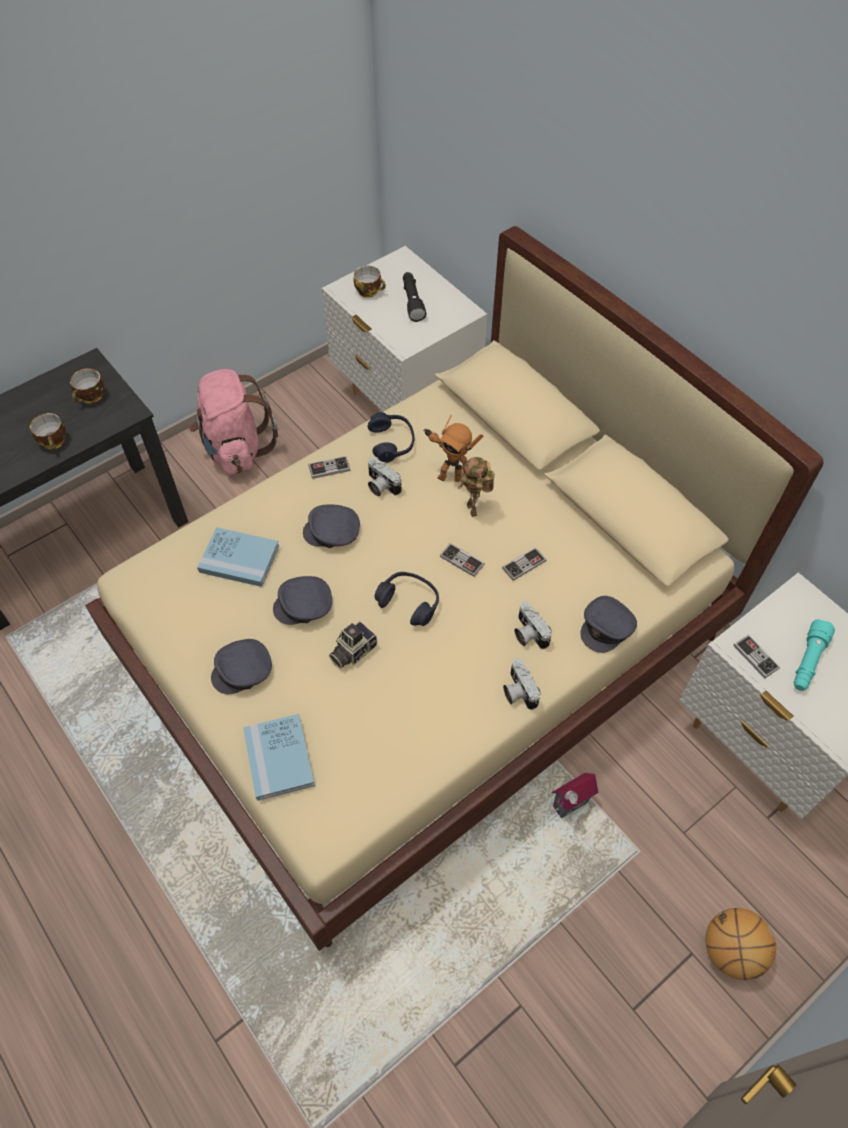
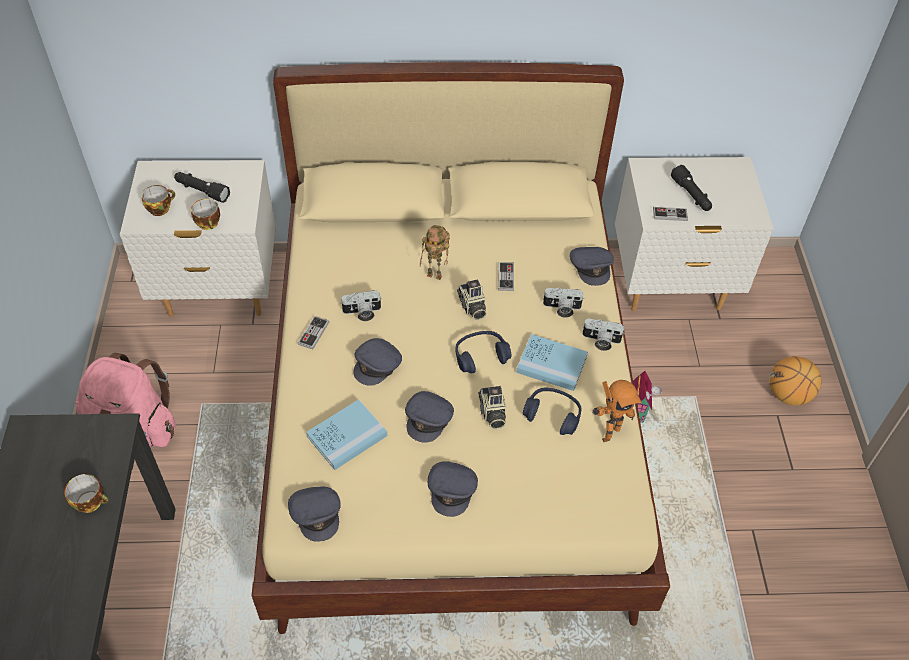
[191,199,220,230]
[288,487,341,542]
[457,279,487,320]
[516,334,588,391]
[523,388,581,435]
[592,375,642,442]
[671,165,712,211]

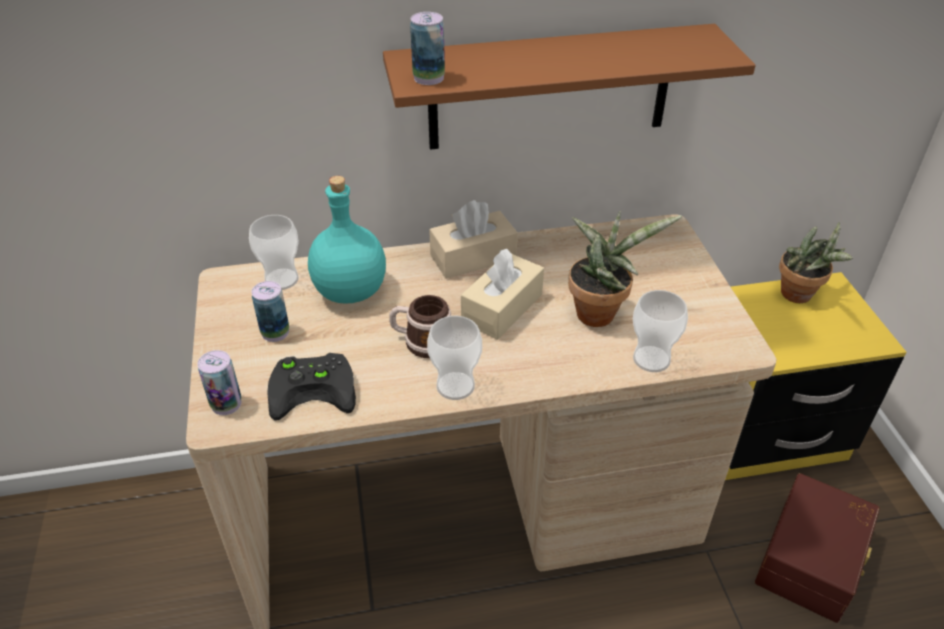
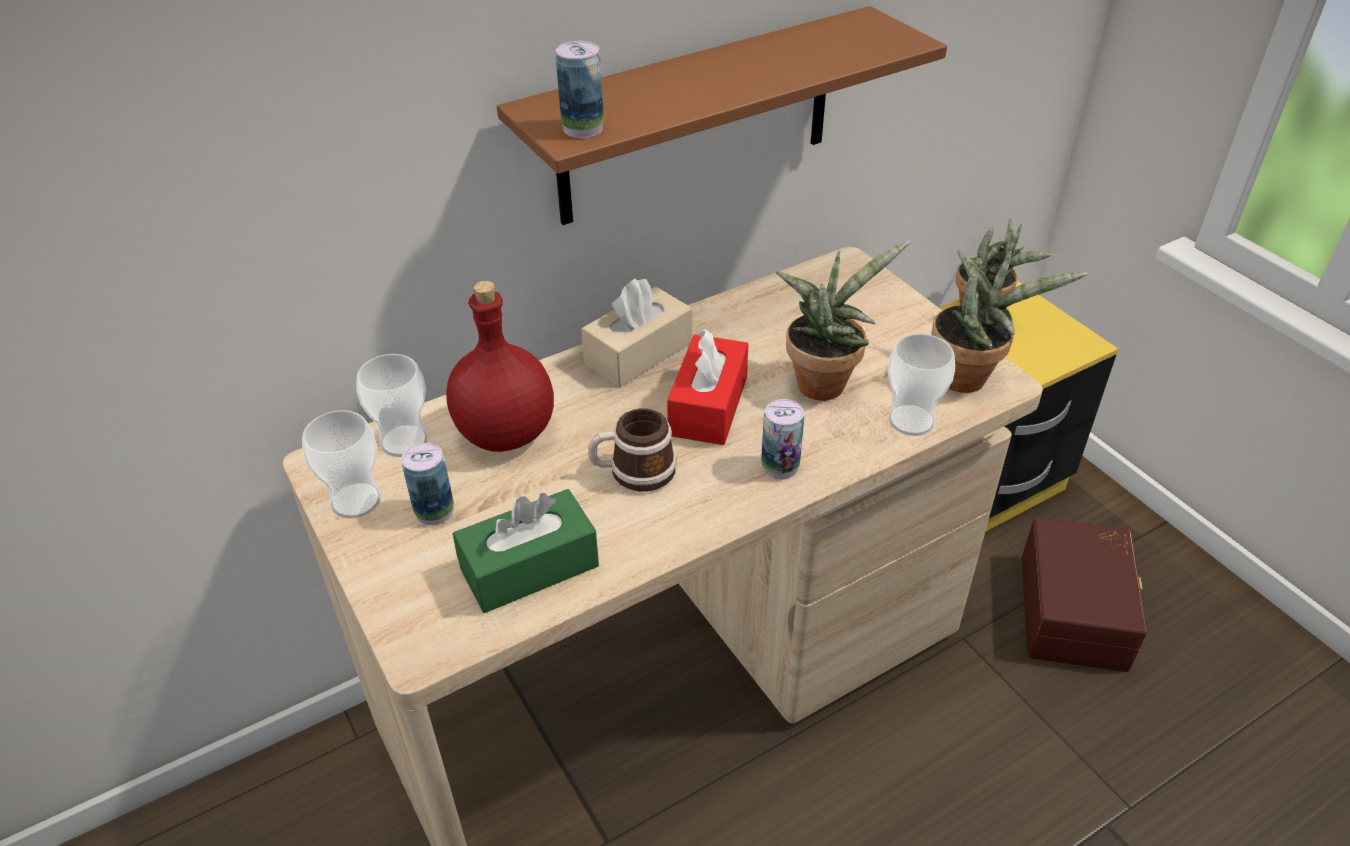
[302,410,381,519]
[446,281,554,452]
[453,489,599,613]
[667,329,748,445]
[761,399,804,480]
[931,250,1088,393]

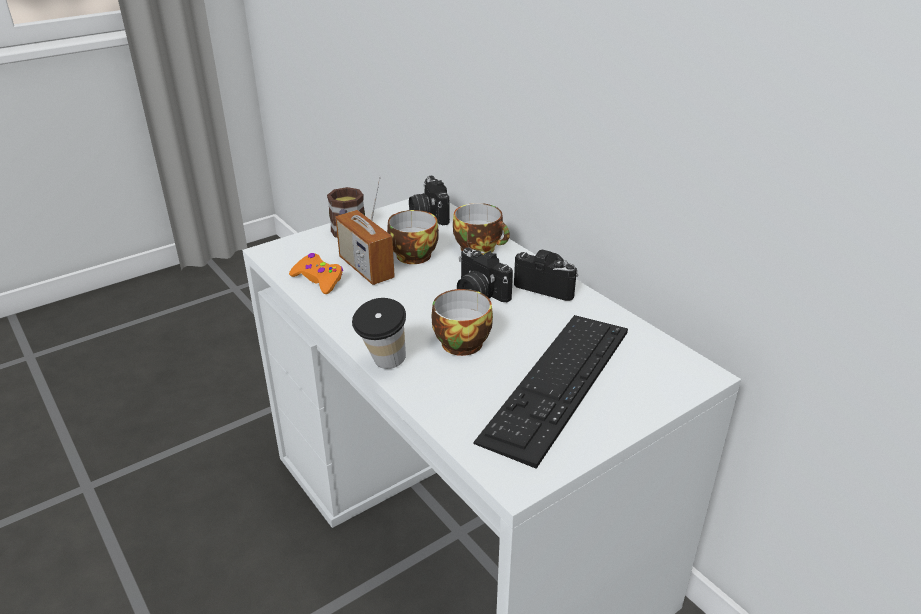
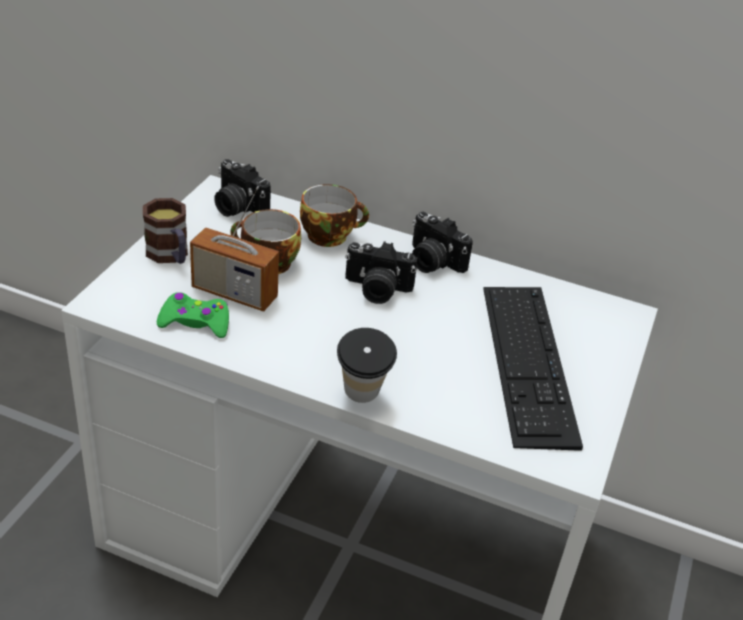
[157,292,229,338]
[412,212,473,273]
[431,289,493,356] (first image)

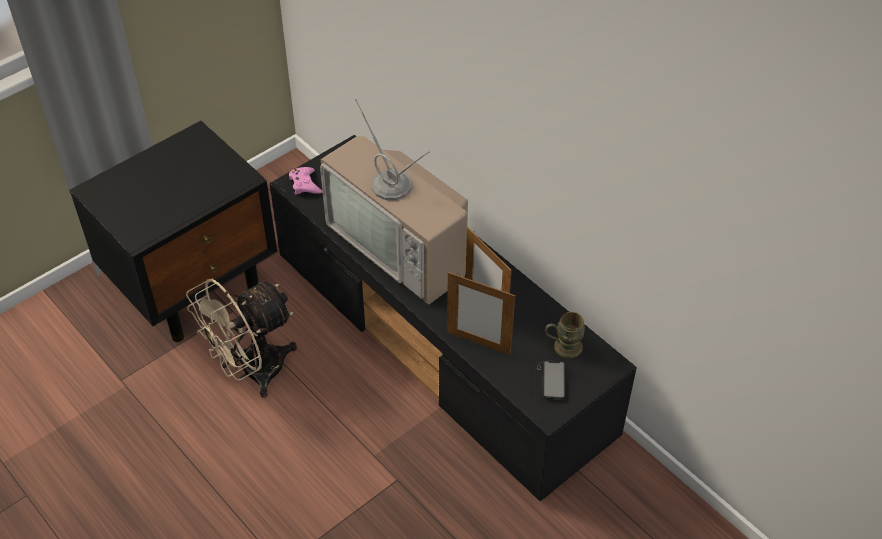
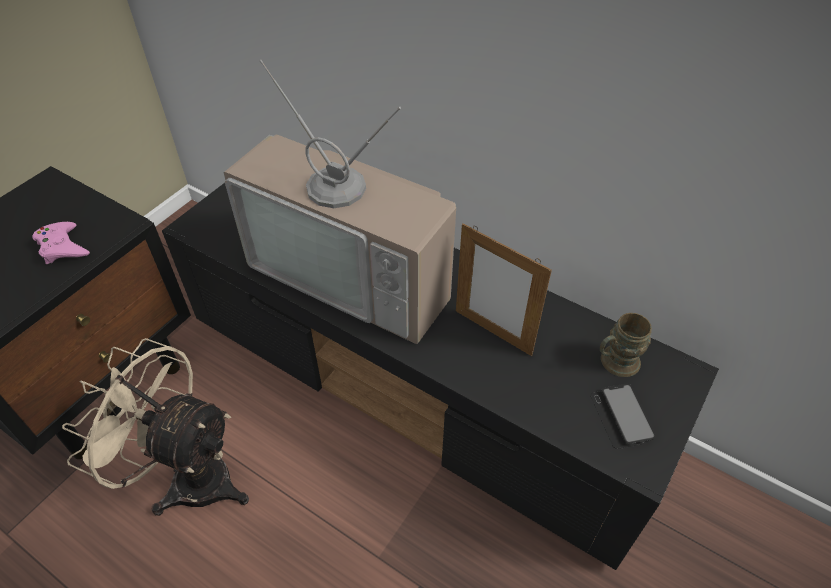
[32,222,90,264]
[62,338,249,516]
[447,272,515,355] (first image)

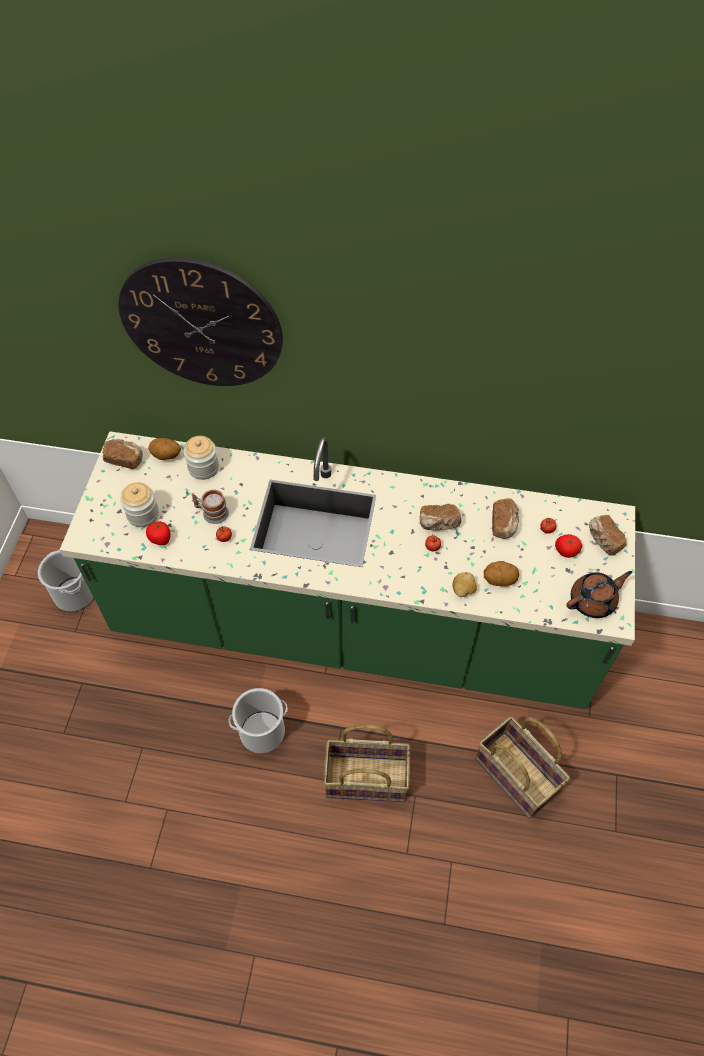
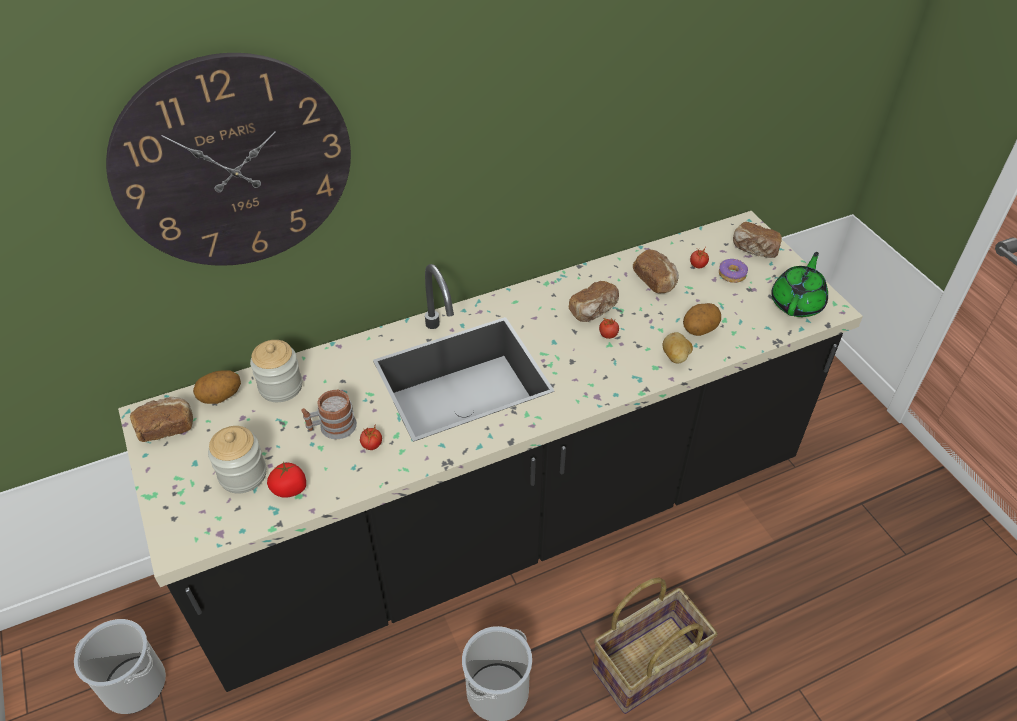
[118,211,863,692]
[719,259,748,283]
[771,252,828,317]
[475,716,570,819] (first image)

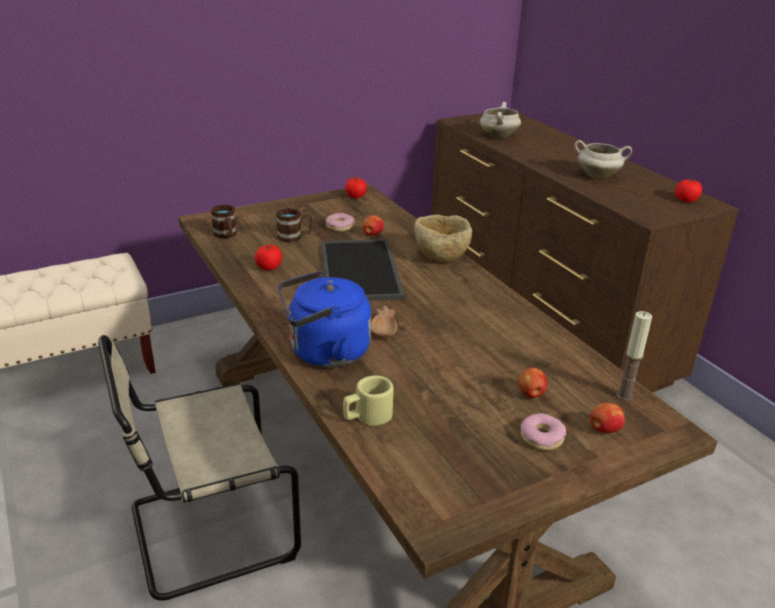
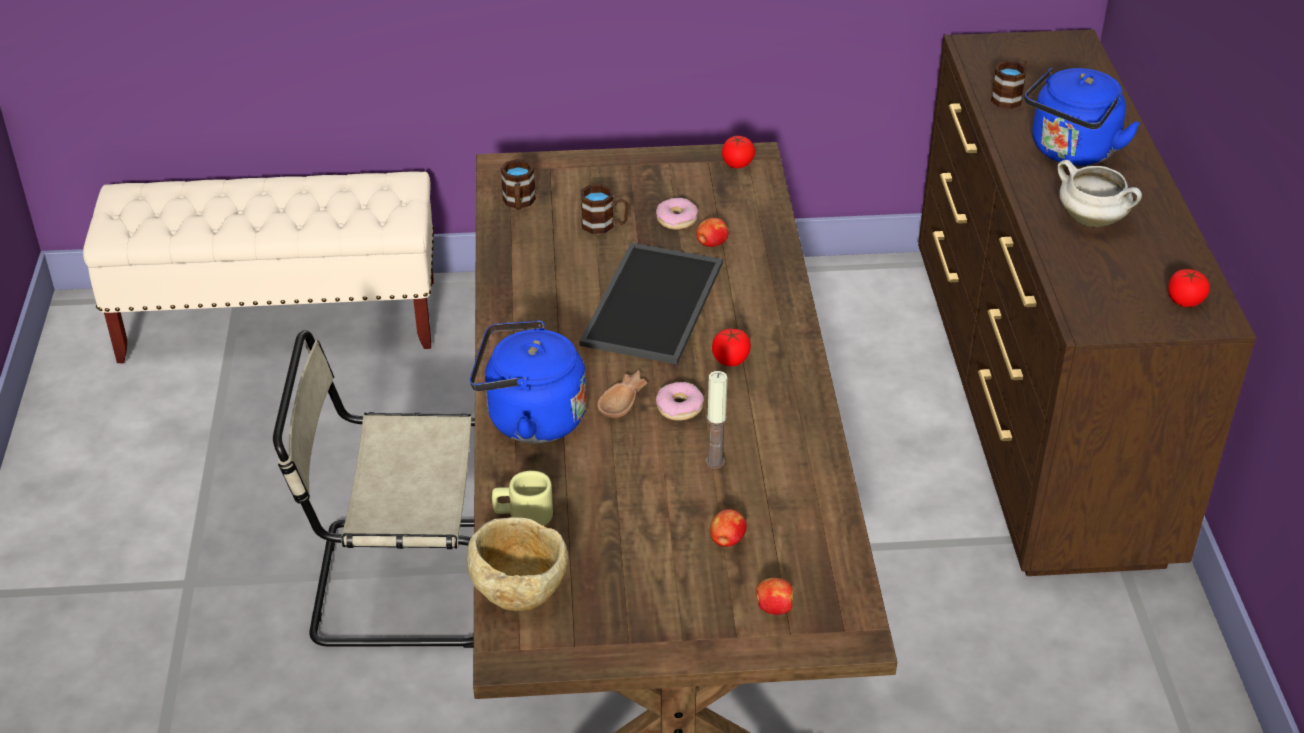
[467,517,568,611]
[656,382,704,421]
[706,371,727,469]
[712,329,751,366]
[991,60,1027,109]
[1025,68,1141,166]

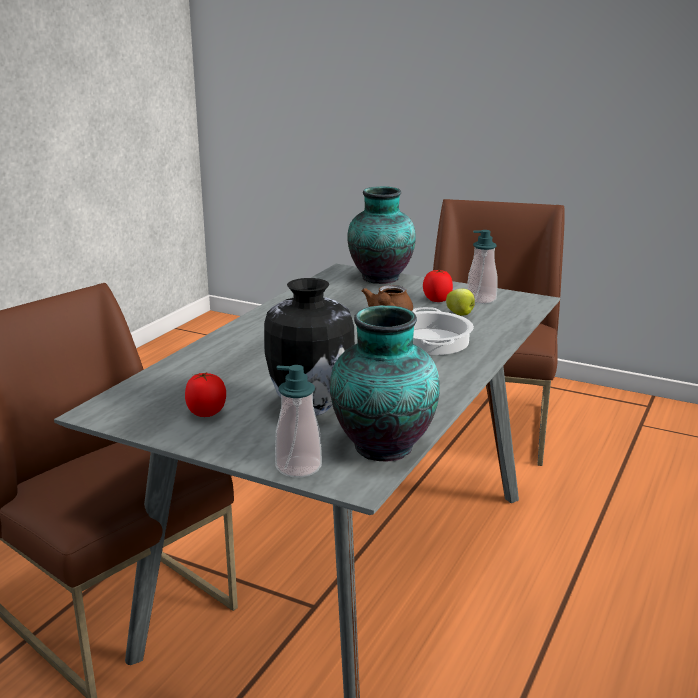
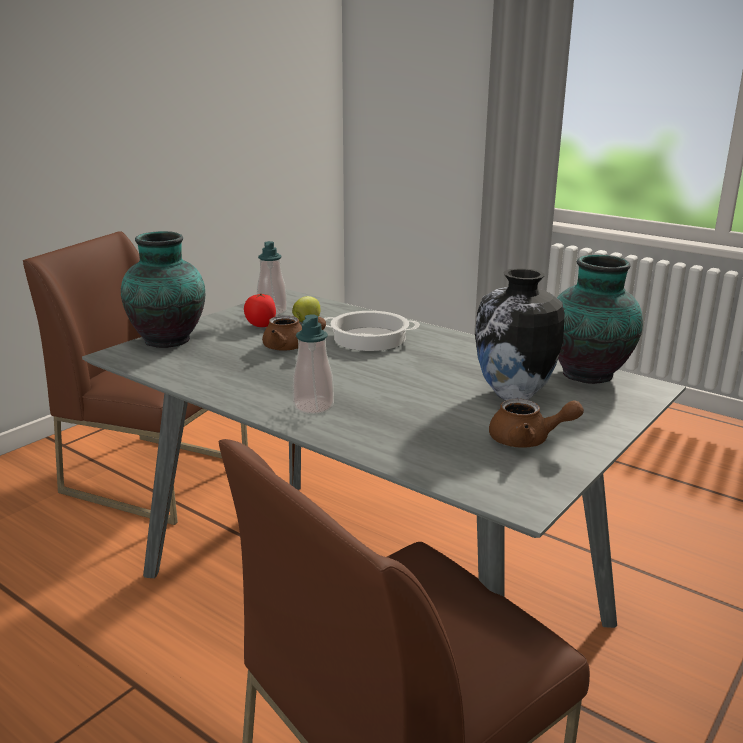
[293,314,334,414]
[489,399,584,448]

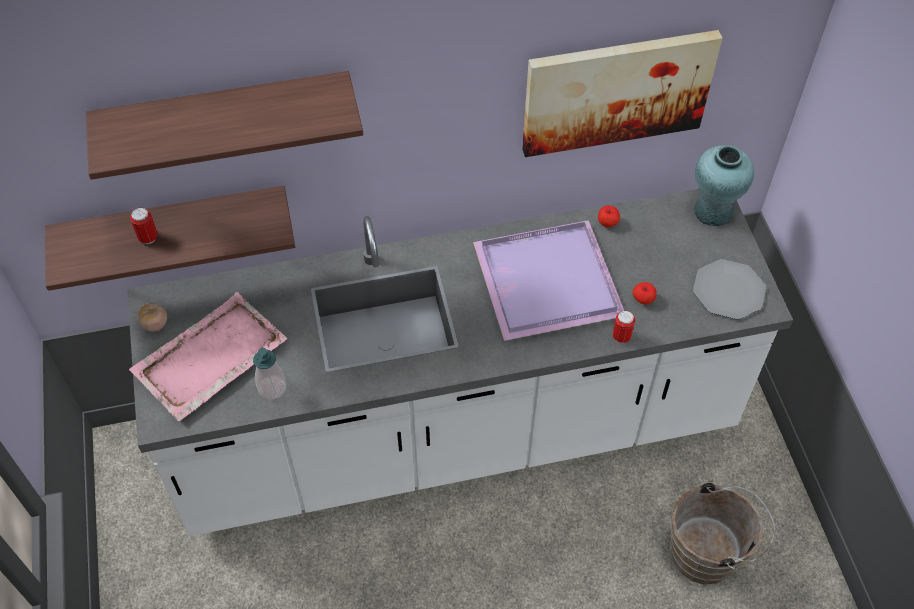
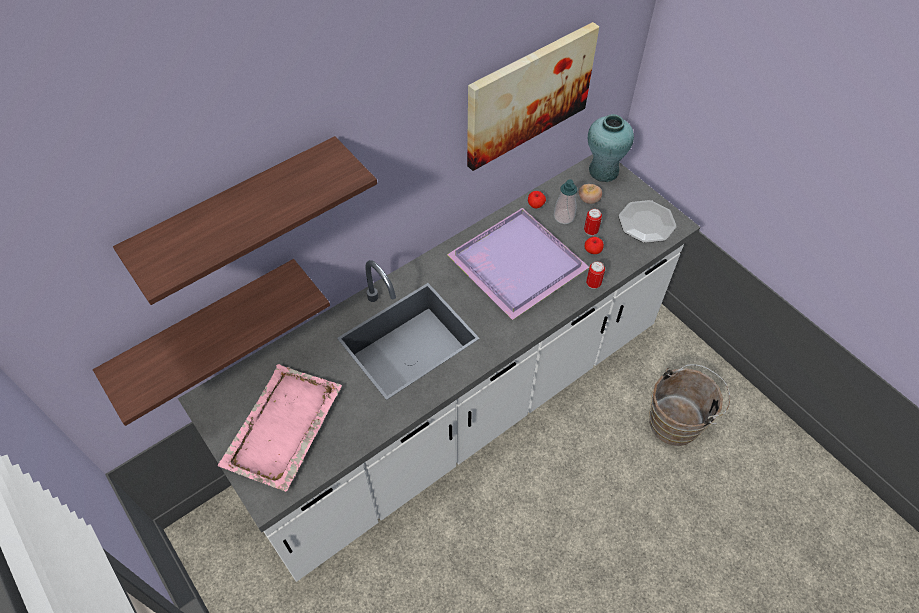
[554,179,577,224]
[579,184,602,204]
[584,209,602,236]

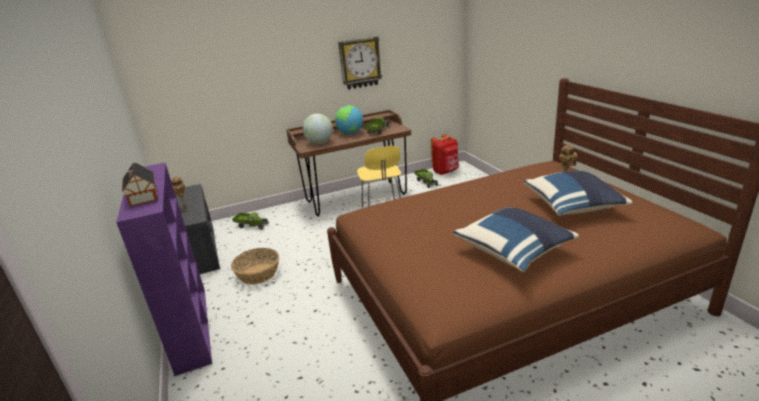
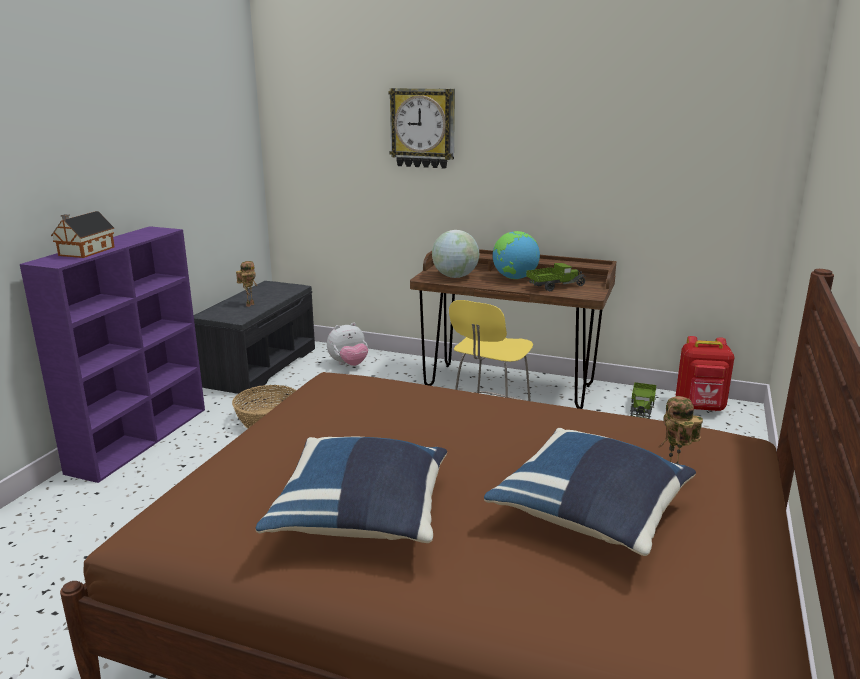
[327,322,368,366]
[388,88,455,169]

